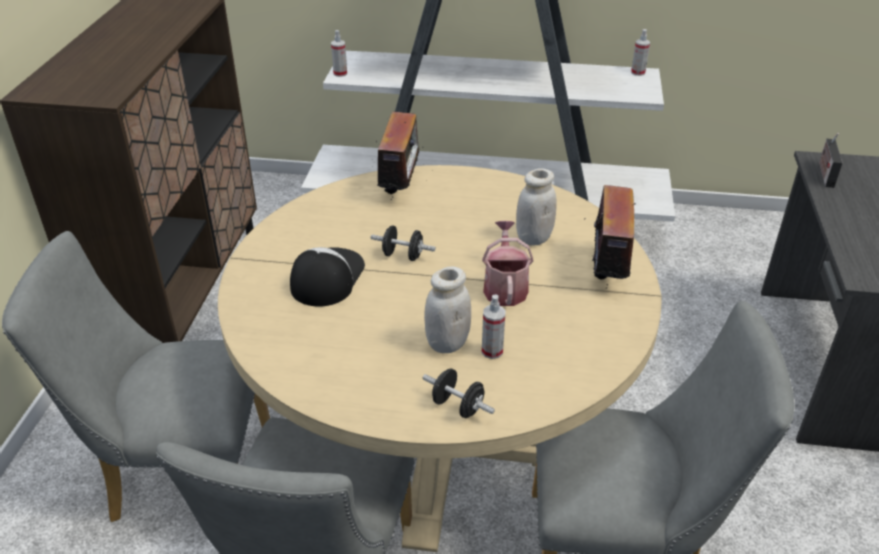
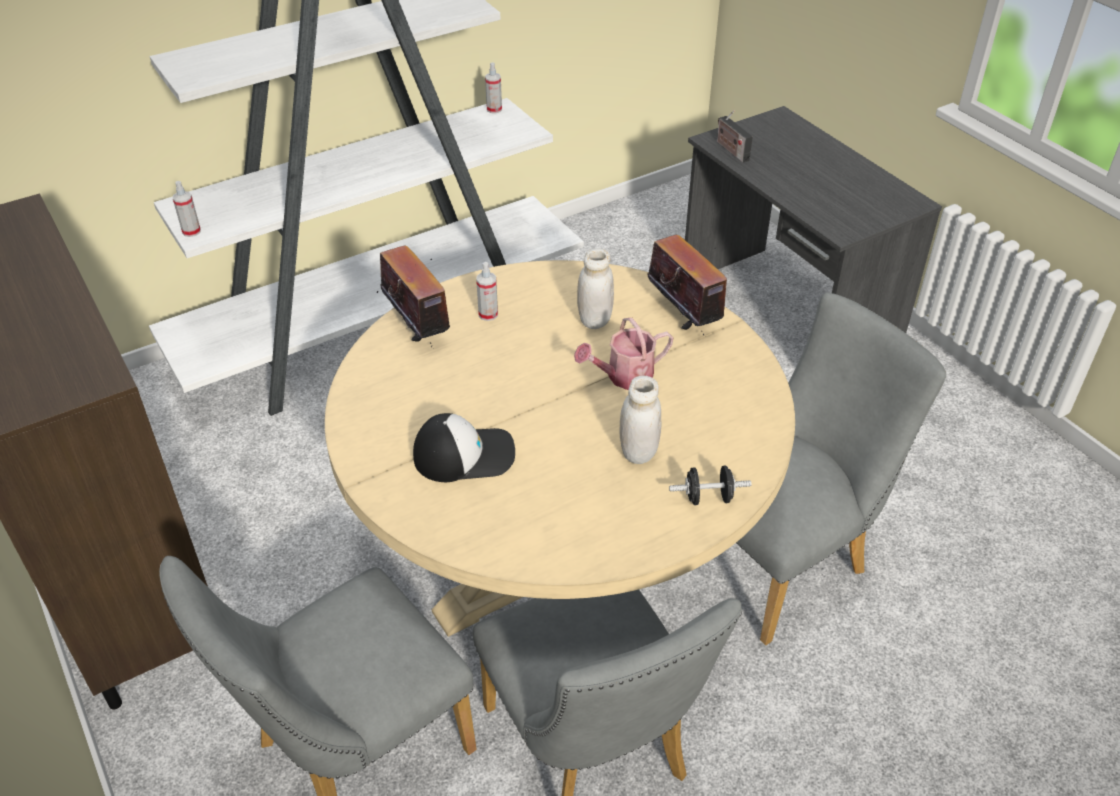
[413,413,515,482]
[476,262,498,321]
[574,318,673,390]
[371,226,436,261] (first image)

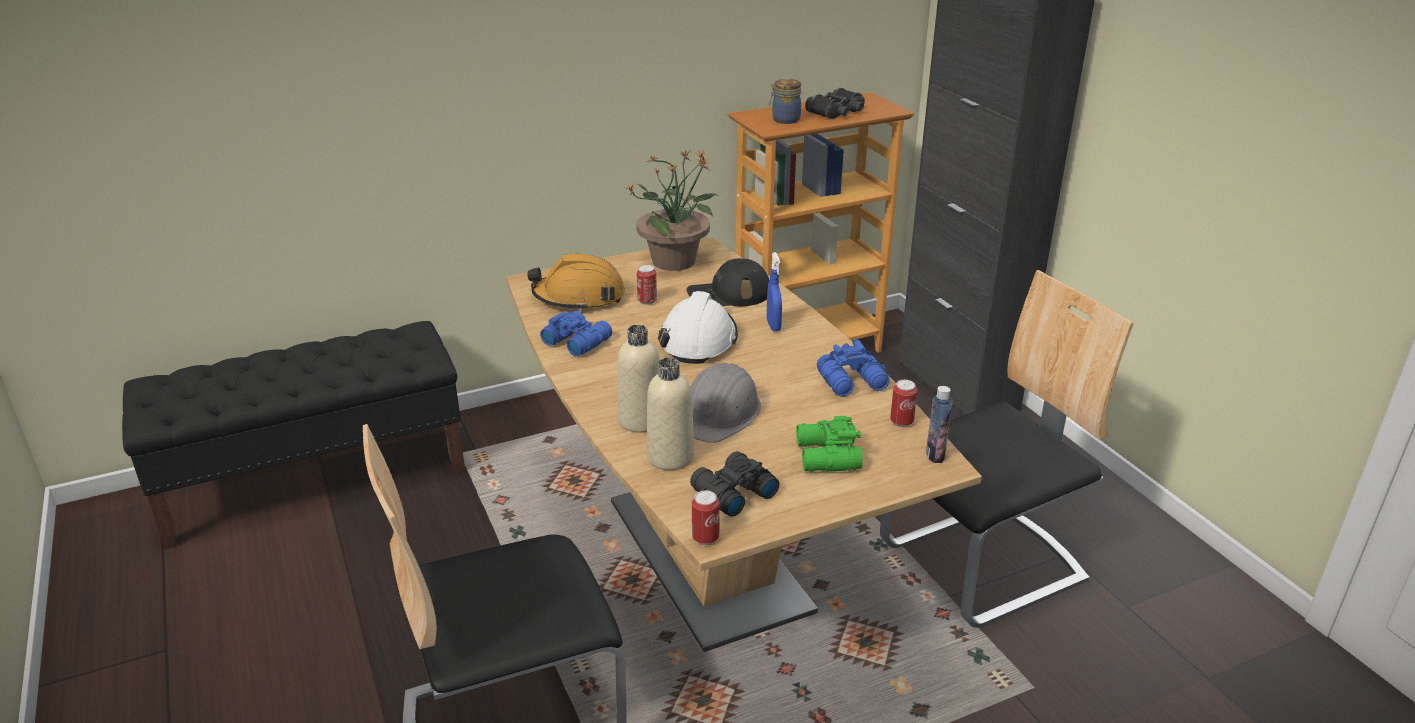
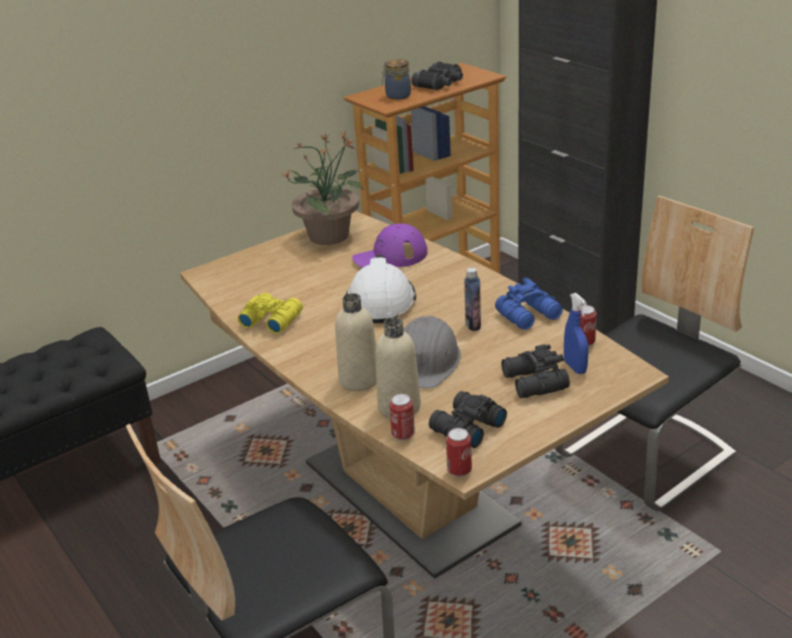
[238,293,303,334]
[352,223,427,268]
[389,394,415,440]
[464,268,481,331]
[501,344,570,398]
[564,293,589,374]
[527,254,625,312] (first image)

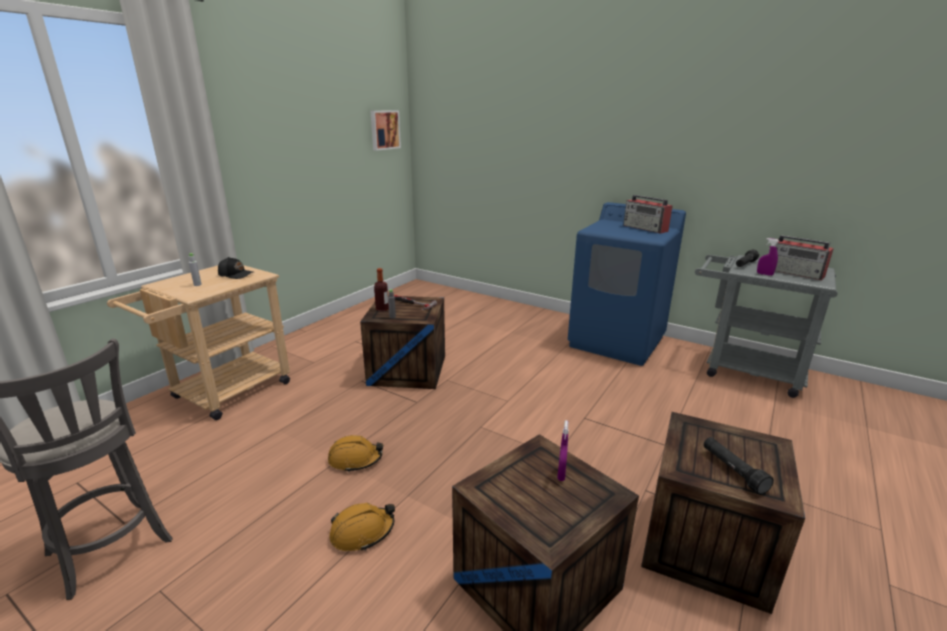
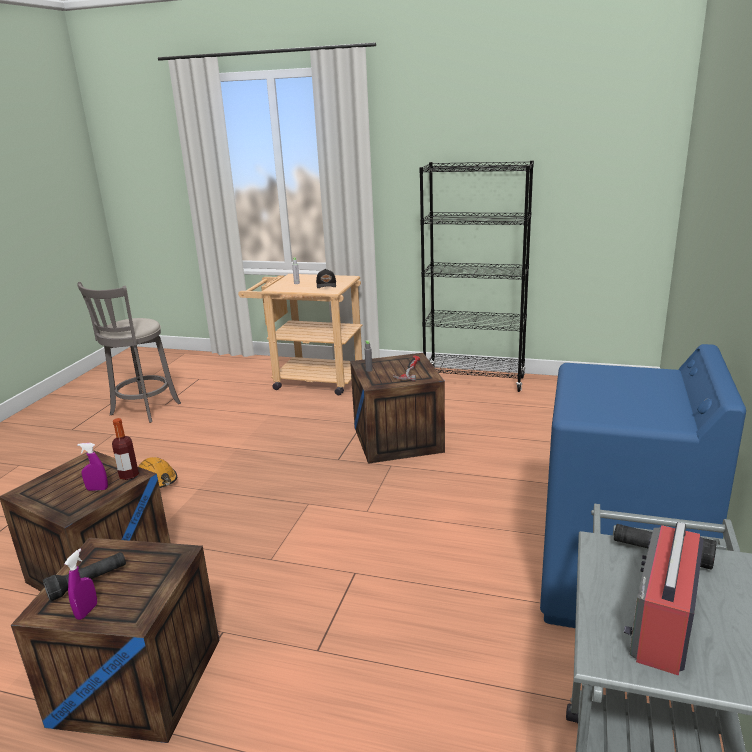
[65,548,97,620]
[112,418,139,480]
[419,160,534,392]
[328,435,383,473] (first image)
[370,110,401,151] (first image)
[623,195,673,234] (first image)

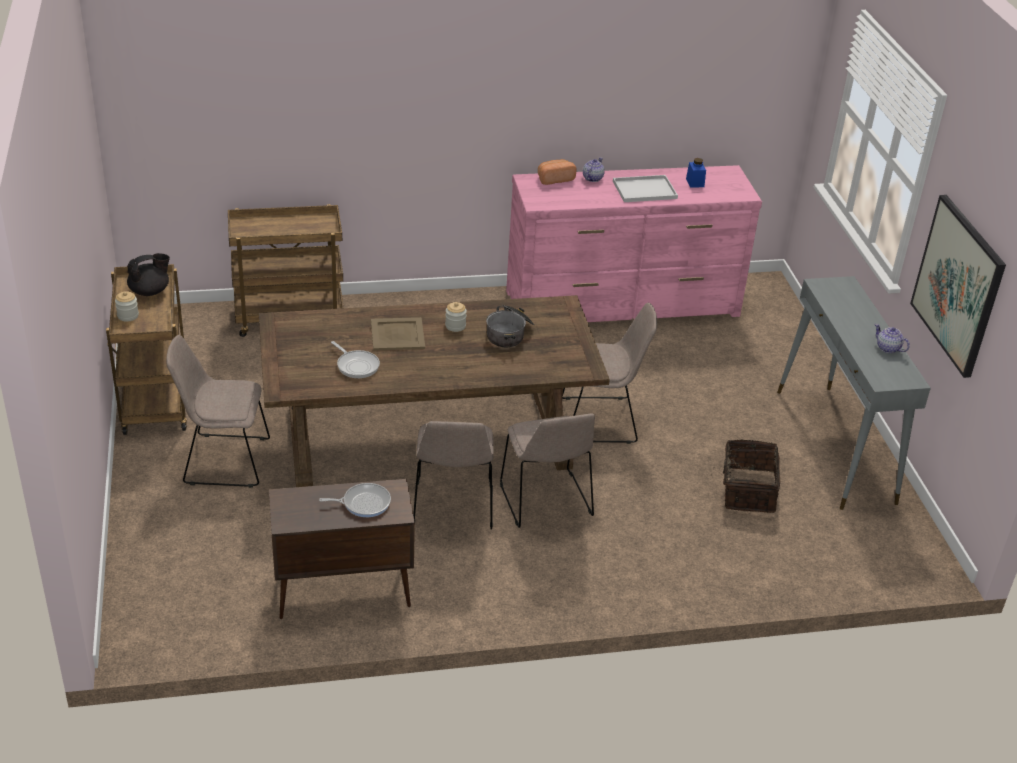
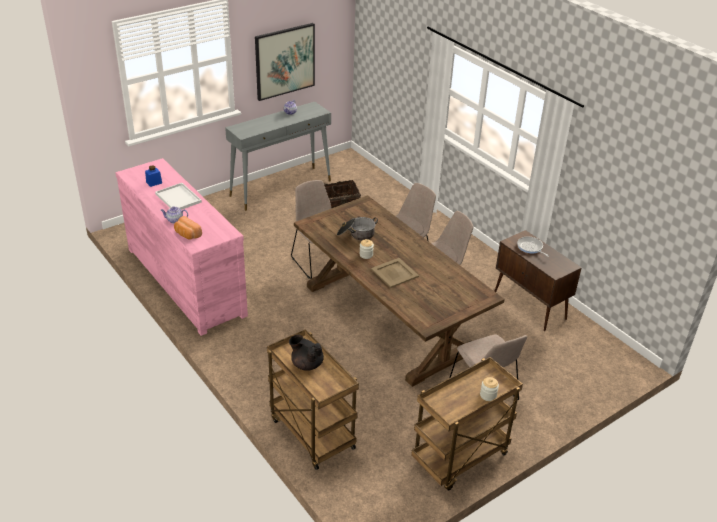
[289,335,324,371]
[331,341,380,378] (first image)

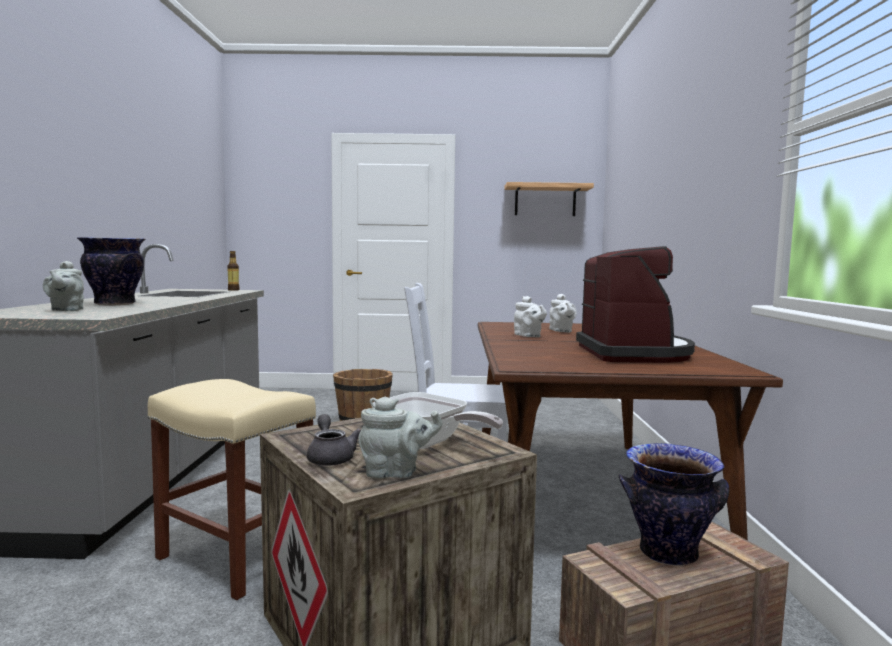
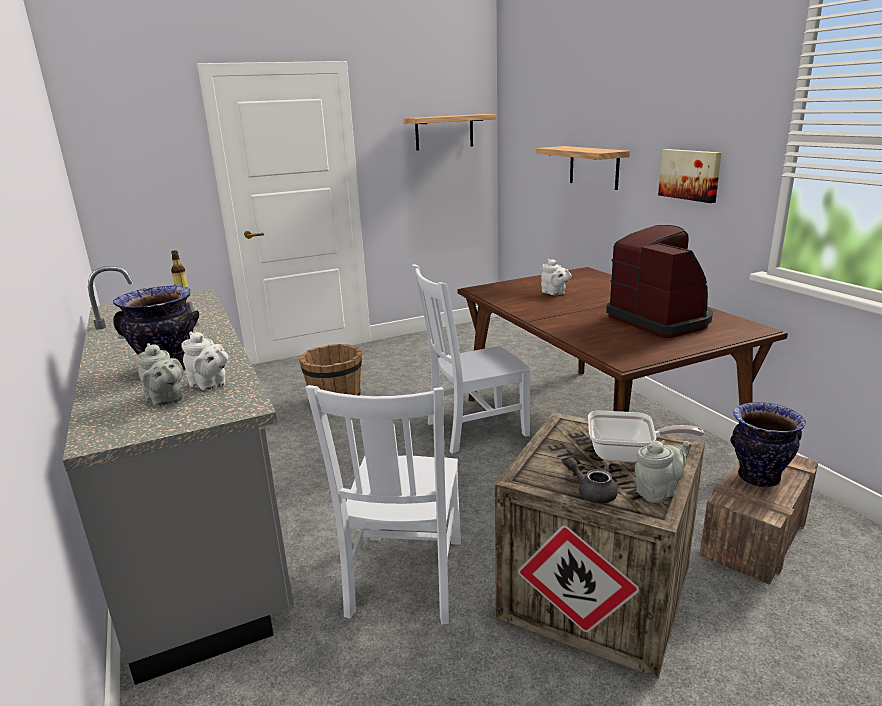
[182,332,228,390]
[306,385,461,625]
[536,146,630,190]
[658,149,722,203]

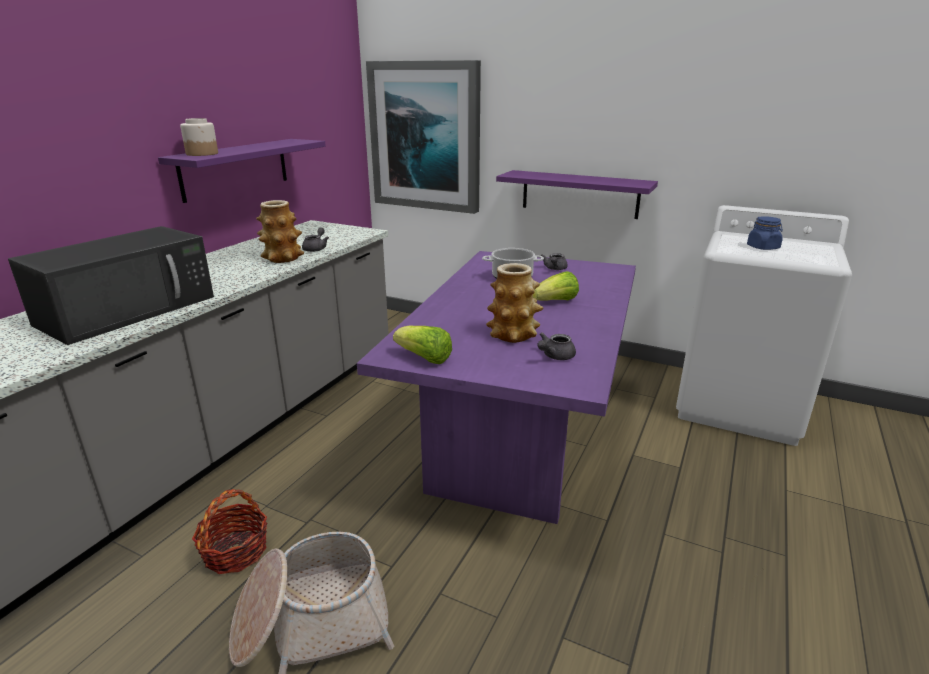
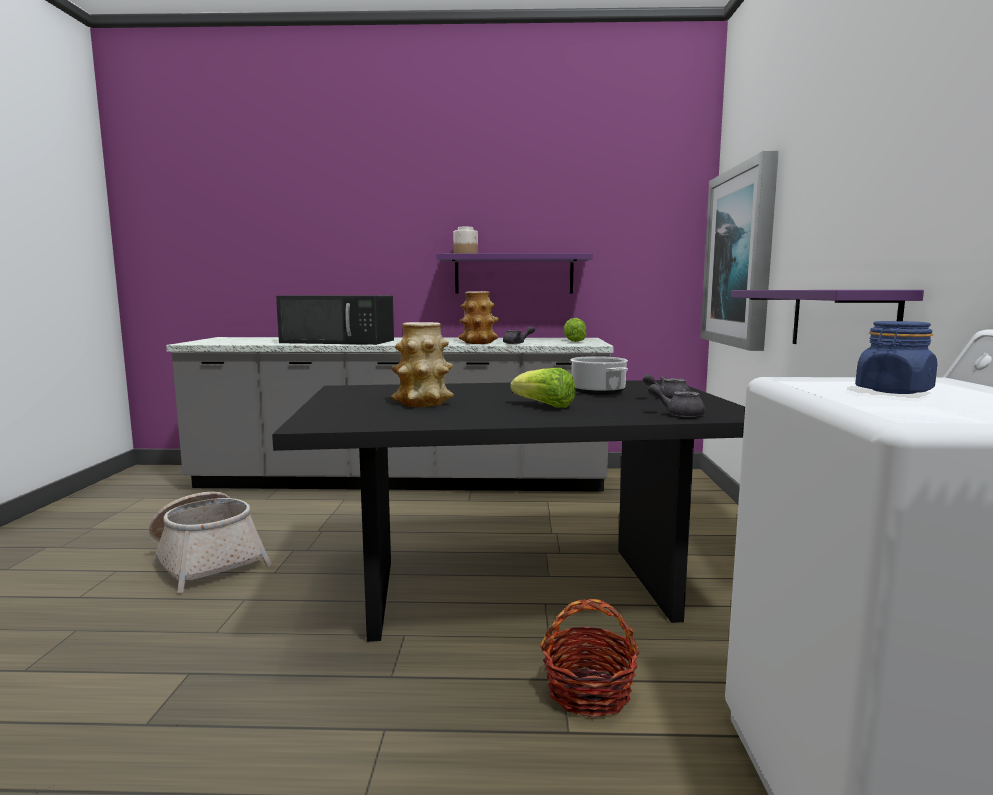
[272,380,745,642]
[540,599,639,718]
[563,318,587,342]
[648,384,705,417]

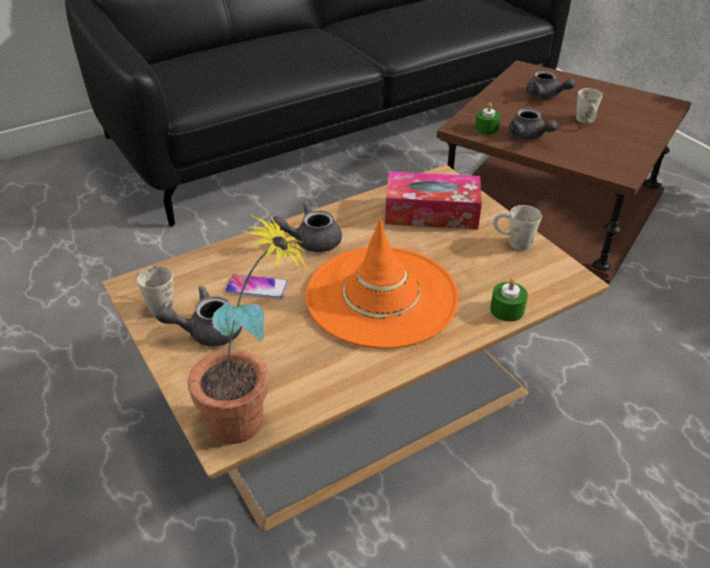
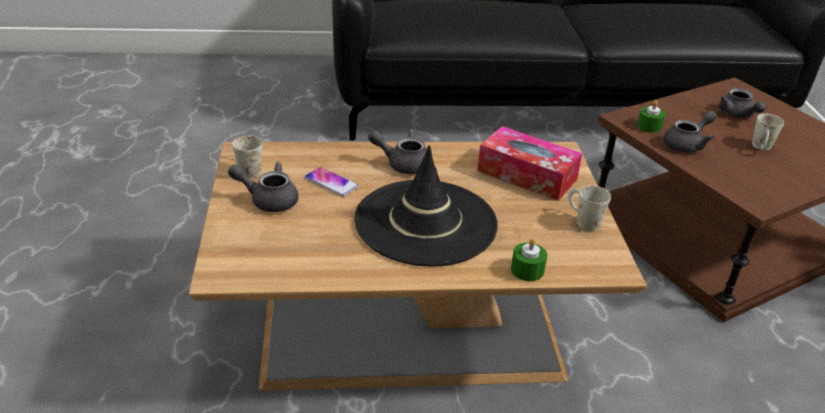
[355,145,498,267]
[664,111,716,153]
[188,214,309,444] (first image)

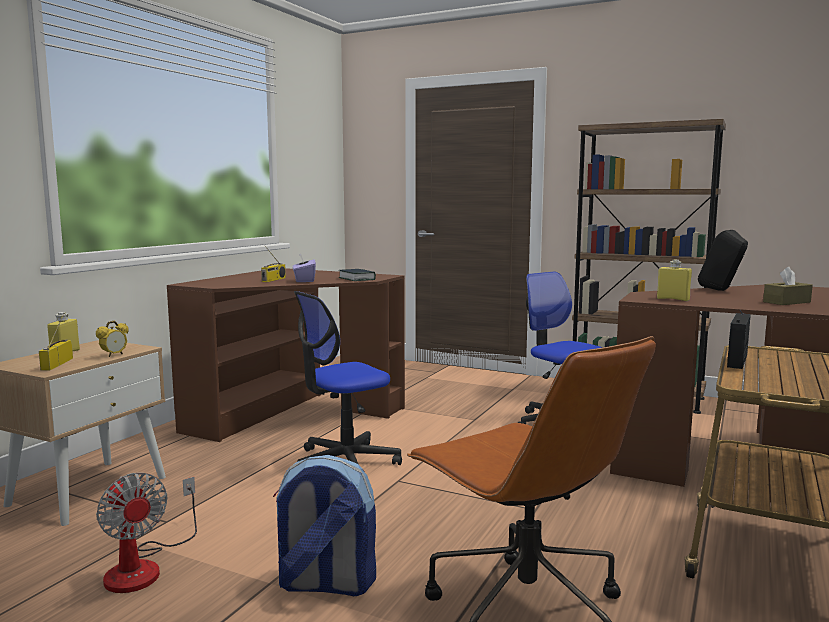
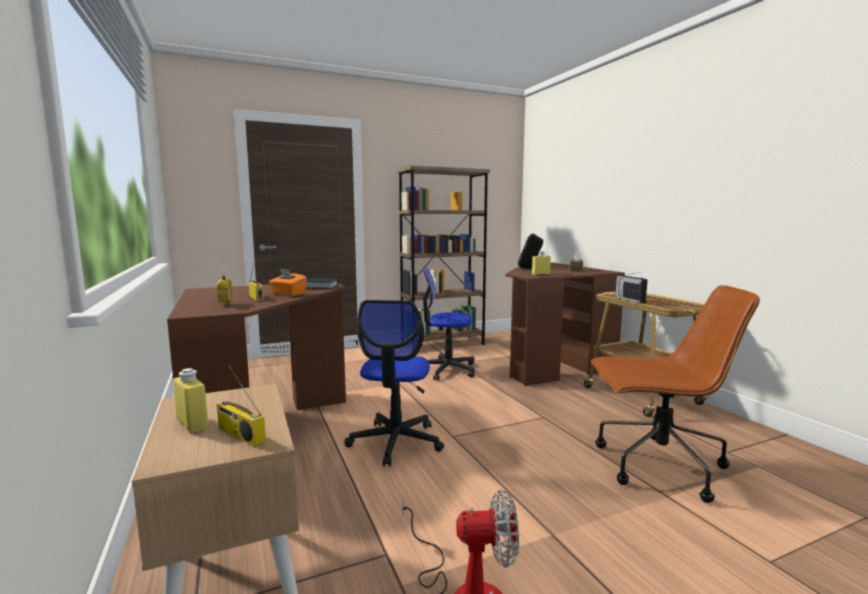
[216,275,232,305]
[269,269,307,296]
[273,455,376,596] (first image)

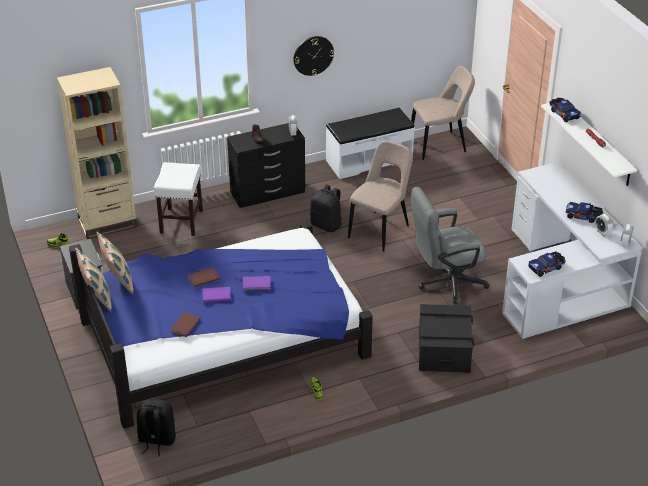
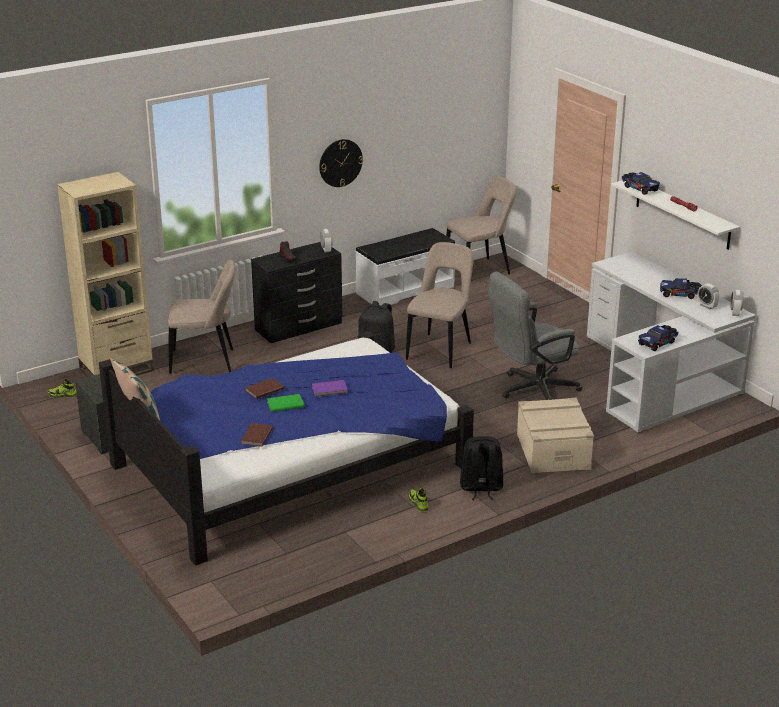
[168,260,235,374]
[267,394,305,412]
[460,437,503,500]
[517,398,594,473]
[97,232,134,295] (first image)

